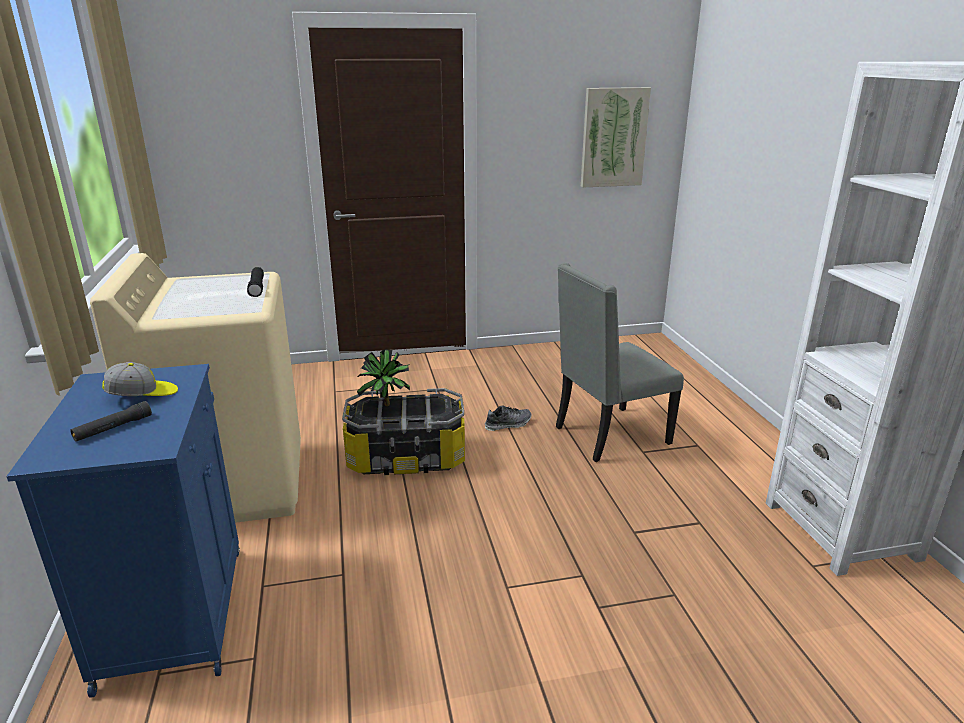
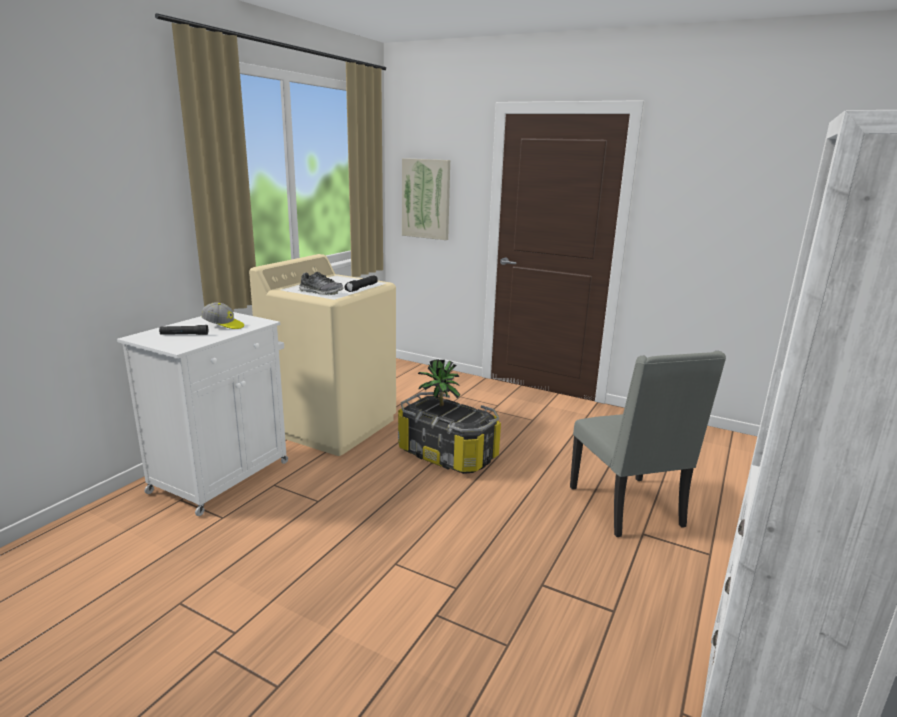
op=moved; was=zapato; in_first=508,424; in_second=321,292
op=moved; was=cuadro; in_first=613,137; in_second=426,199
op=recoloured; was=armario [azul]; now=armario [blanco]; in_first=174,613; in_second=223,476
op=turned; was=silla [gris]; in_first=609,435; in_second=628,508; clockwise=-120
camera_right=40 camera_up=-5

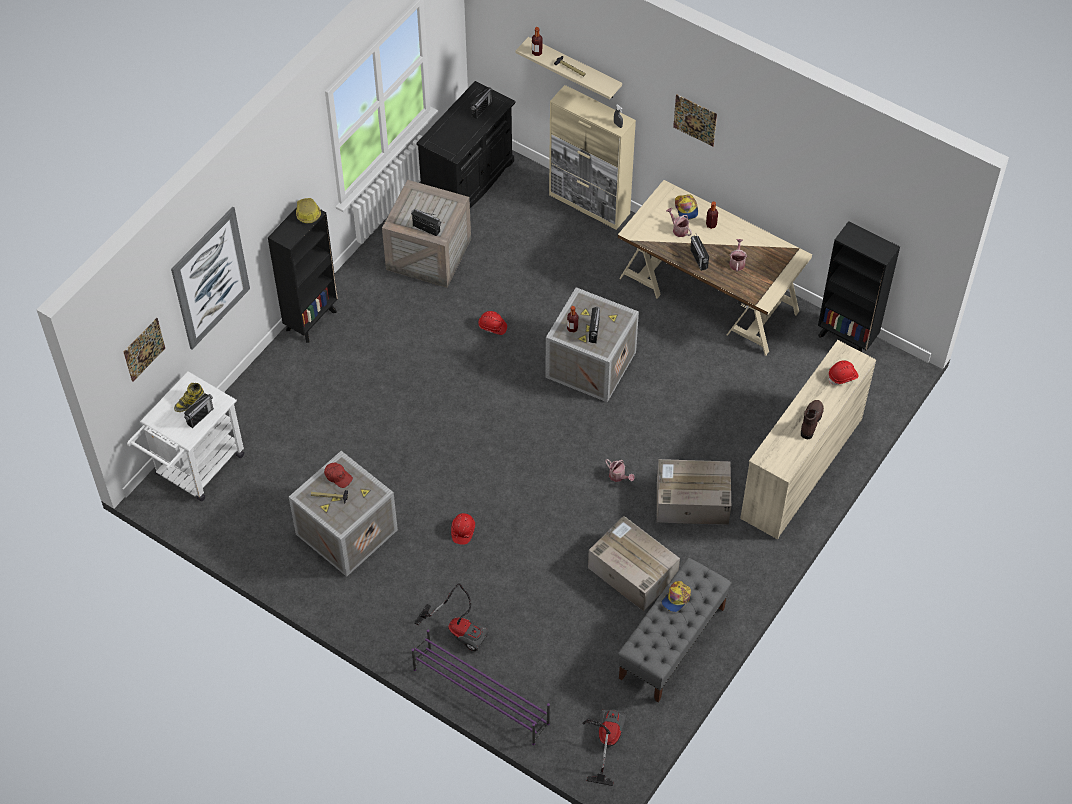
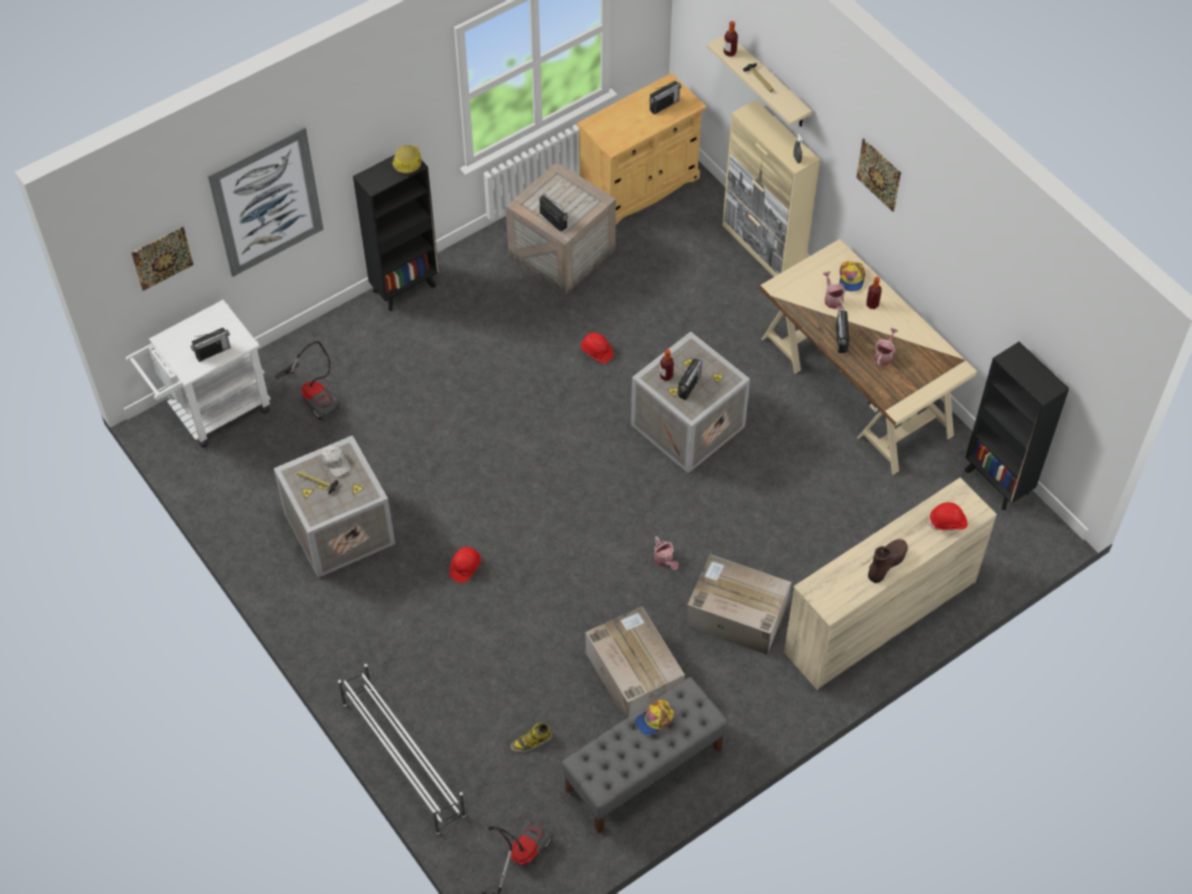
op=moved; was=bota; in_first=189,401; in_second=531,742
op=moved; was=aspiradora; in_first=459,630; in_second=315,395
op=recoloured; was=gorra [rojo]; now=gorra [blanco]; in_first=338,476; in_second=336,463
op=recoloured; was=zapatero [morado]; now=zapatero [blanco]; in_first=480,696; in_second=403,758
op=recoloured; was=armario [negro]; now=armario [beis]; in_first=468,182; in_second=639,187
camera_right=20 camera_up=0

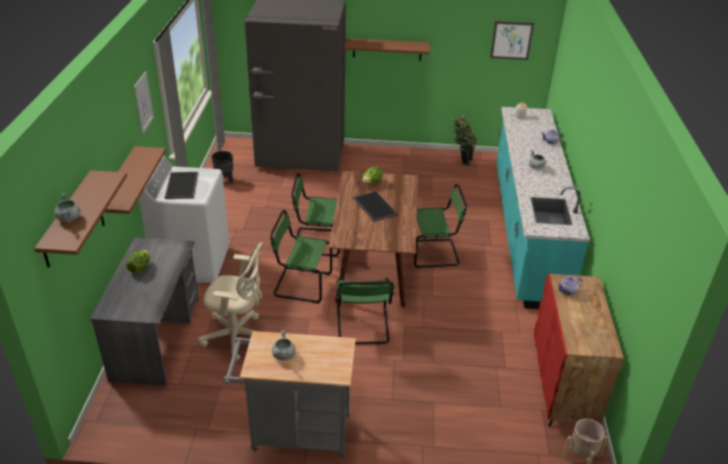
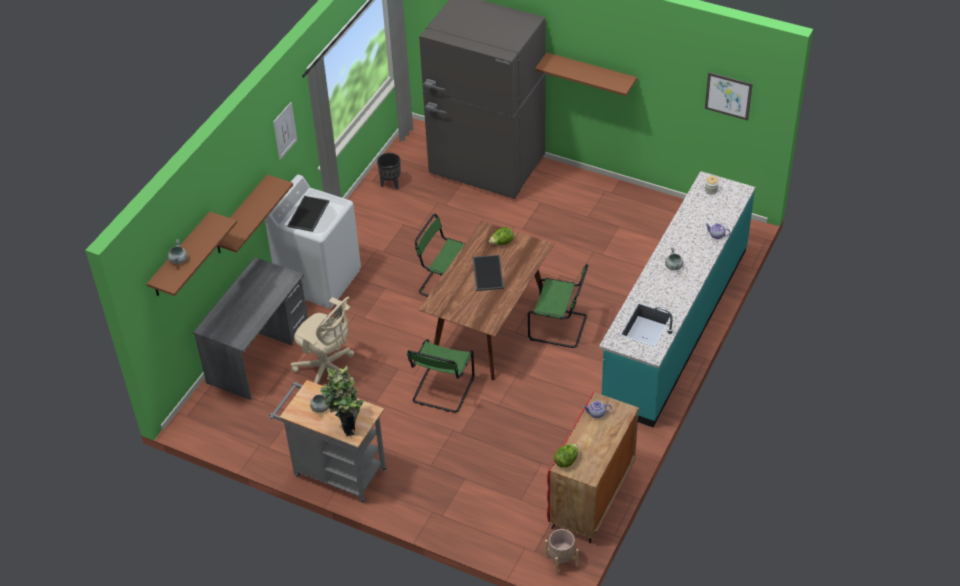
op=removed; was=silla [verde]; in_first=300,284
op=moved; was=lechuga; in_first=140,268; in_second=566,461
op=moved; was=planta en maceta; in_first=461,161; in_second=346,424
camera_right=25 camera_up=10

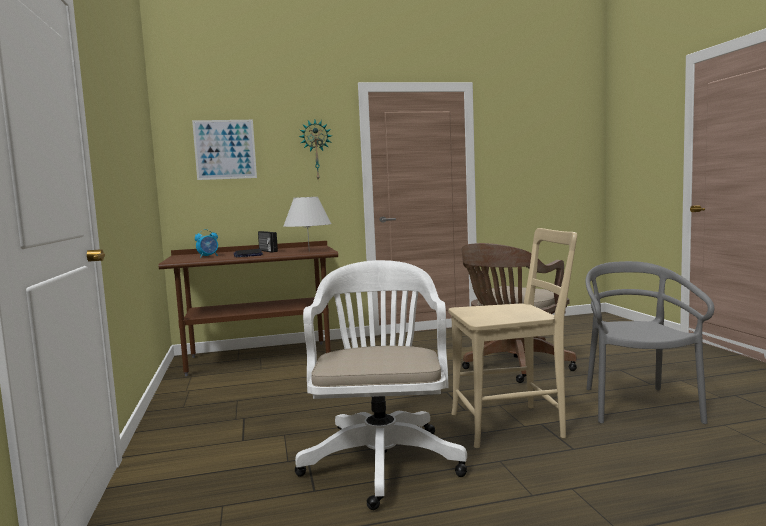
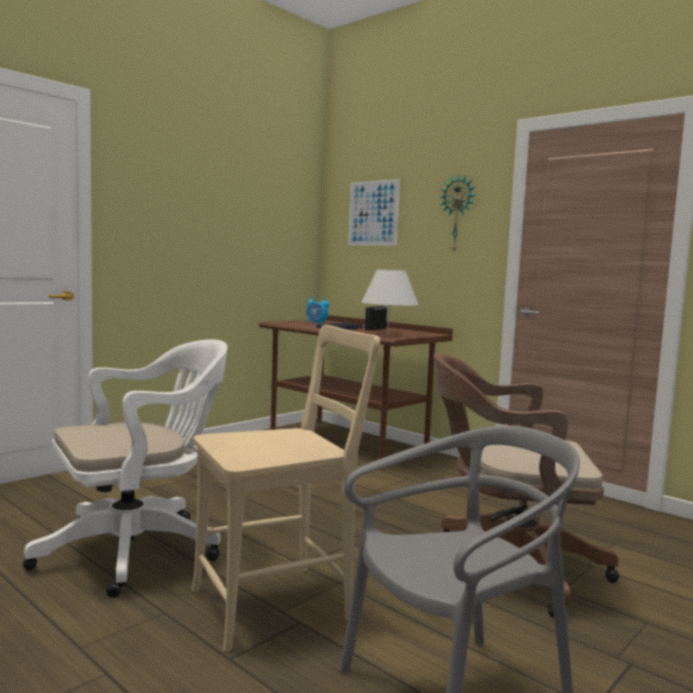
op=turned; was=silla [beis]; in_first=512,425; in_second=279,603; clockwise=-75
camera_right=55 camera_up=0

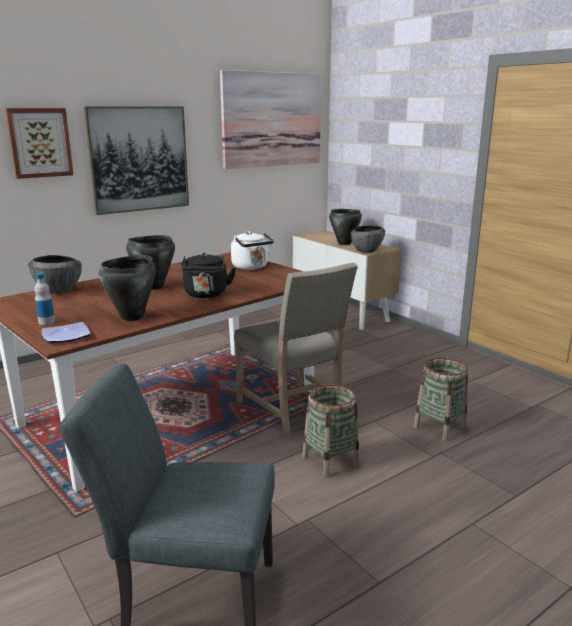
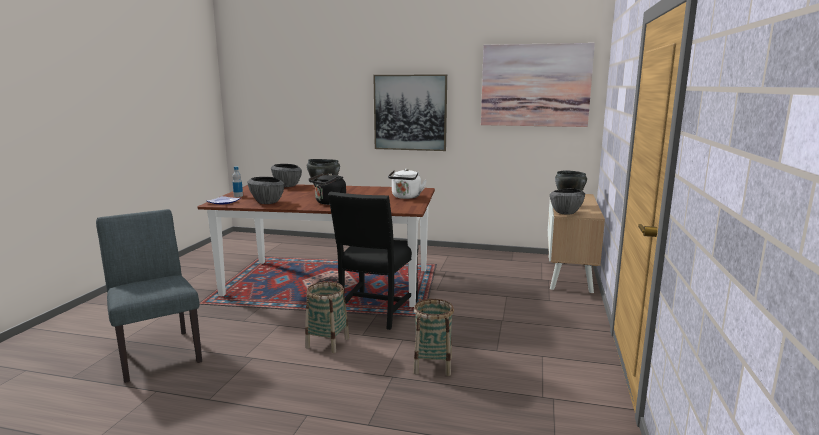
op=removed; was=cuadro; in_first=39,142
op=replaced; was=olla [negro]; now=cuenco; in_first=132,317; in_second=267,203
op=recoloured; was=silla [beis]; now=silla [negro]; in_first=293,411; in_second=375,311
camera_right=50 camera_up=-5

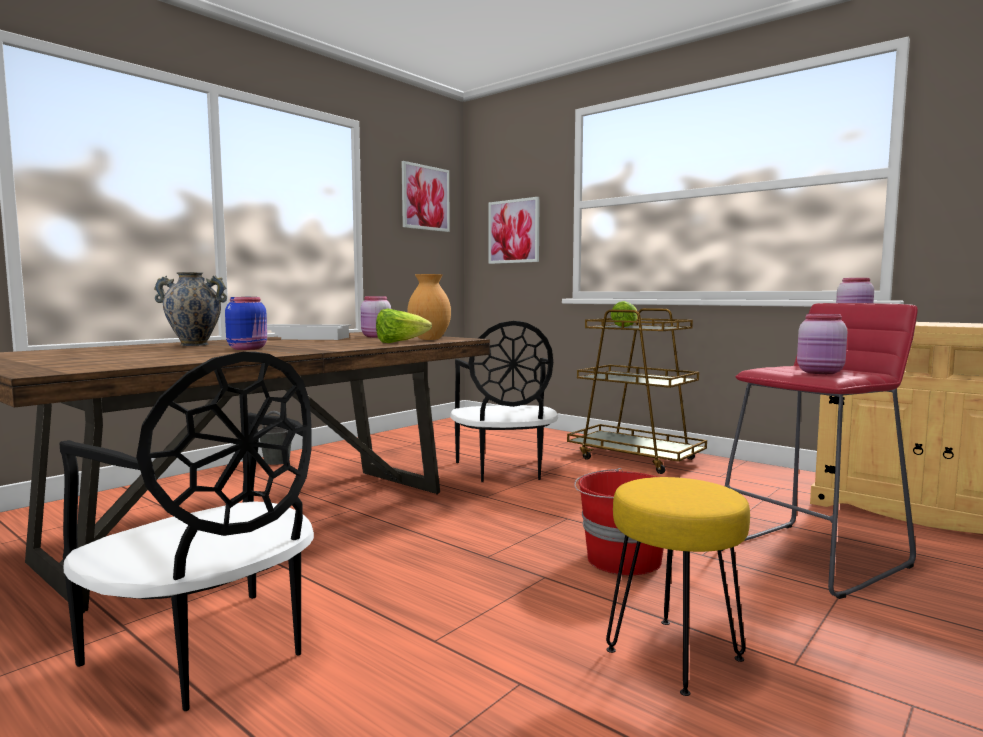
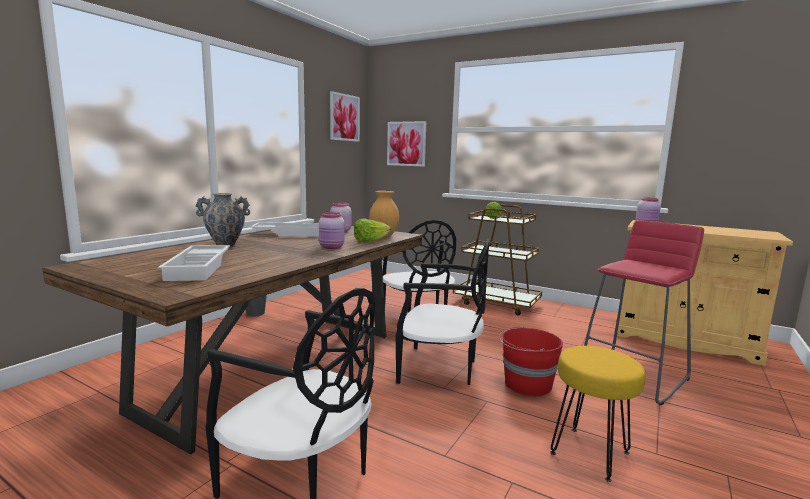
op=removed; was=tarro [azul]; in_first=248,348
op=added; now=bandeja [blanco]; in_second=200,268
op=added; now=silla [negro]; in_second=440,368
op=moved; was=tarro [rosa]; in_first=821,372; in_second=332,247
camera_right=-10 camera_up=5

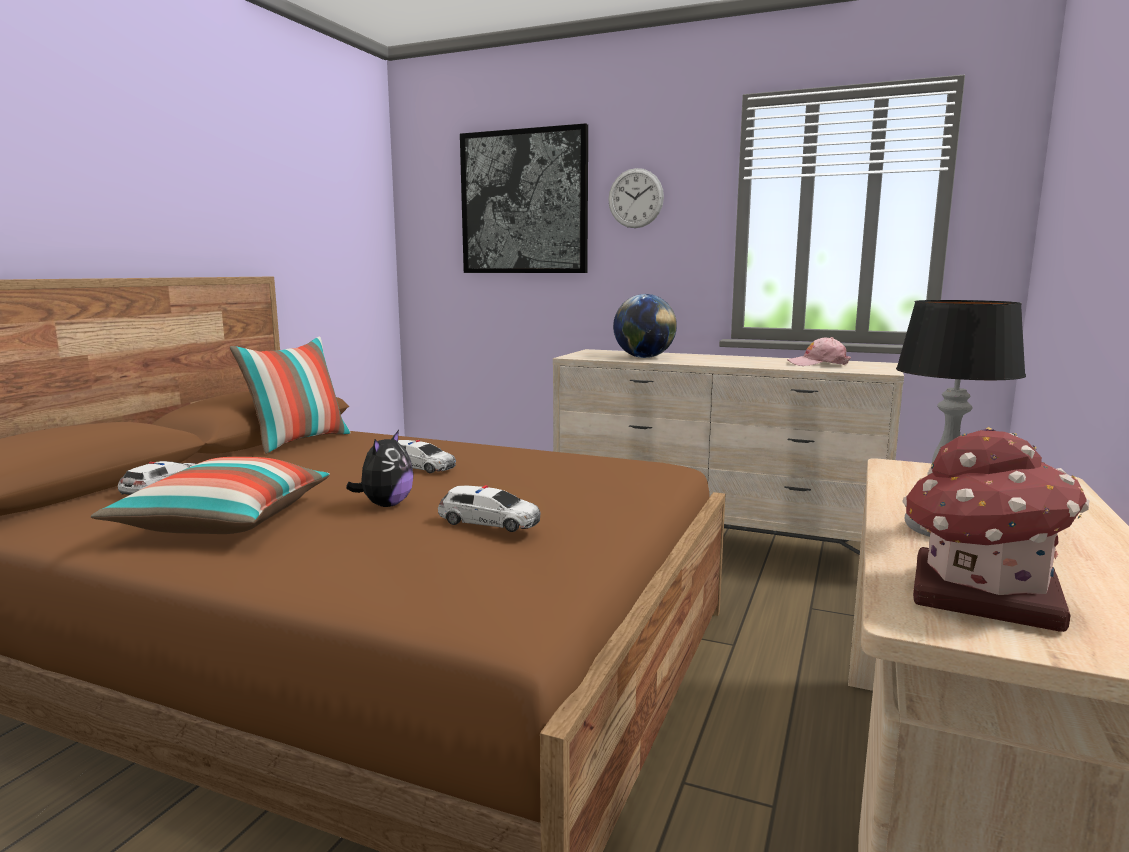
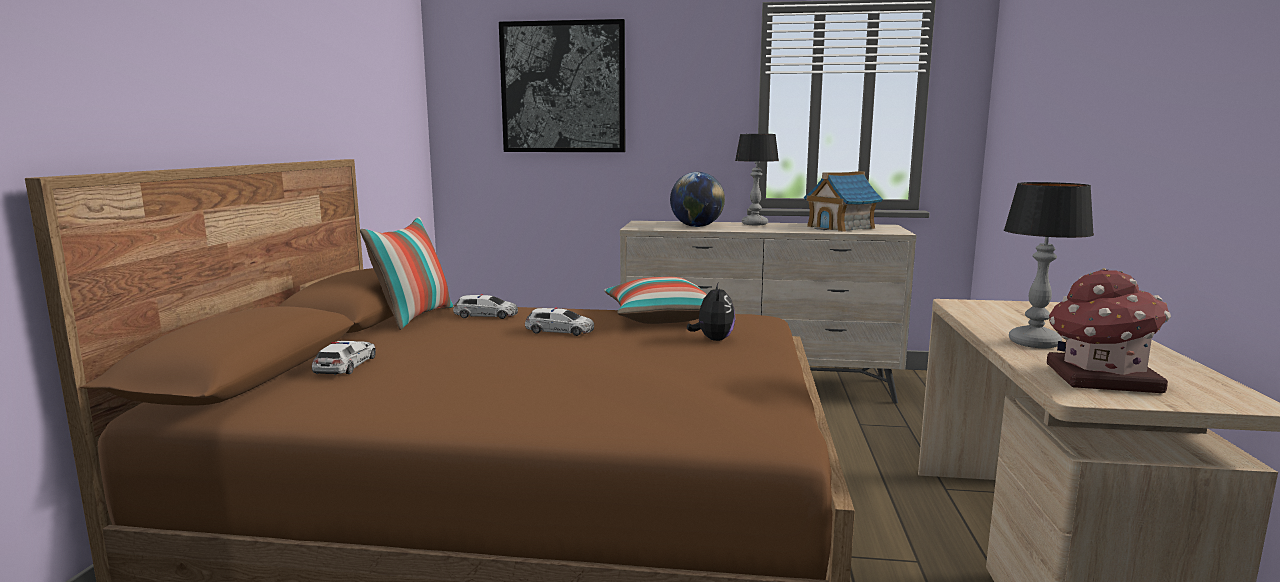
op=removed; was=reloj de pared; in_first=635,198
op=added; now=lámpara de mesa; in_second=755,224
op=moved; was=cojín; in_first=224,521; in_second=660,318
op=moved; was=peluche; in_first=385,505; in_second=713,339
op=moved; was=coche de juguete; in_first=490,521; in_second=486,315
op=replaced; was=gorra [rosa]; now=casita; in_first=818,364; in_second=841,227
camera_right=-15 camera_up=0

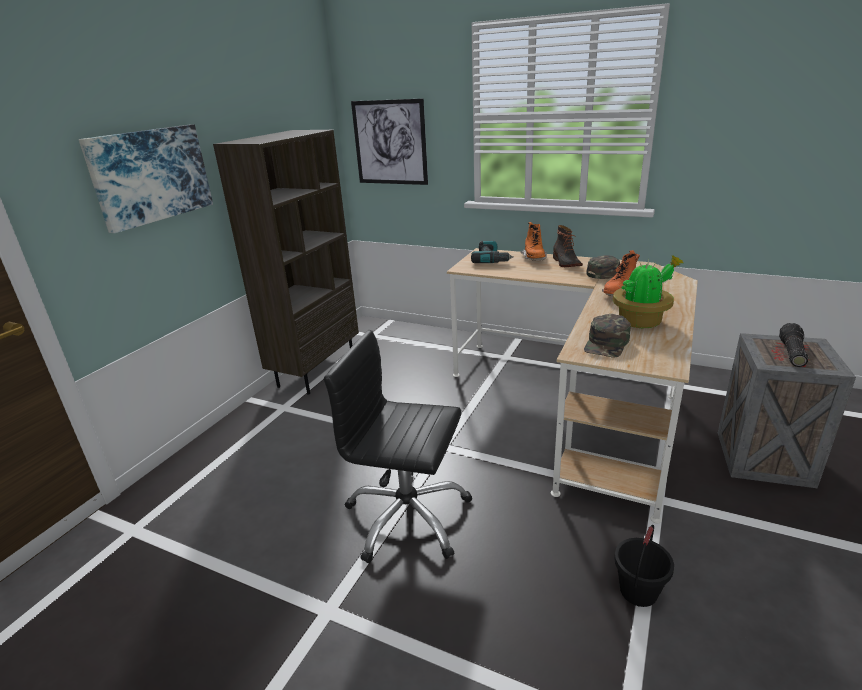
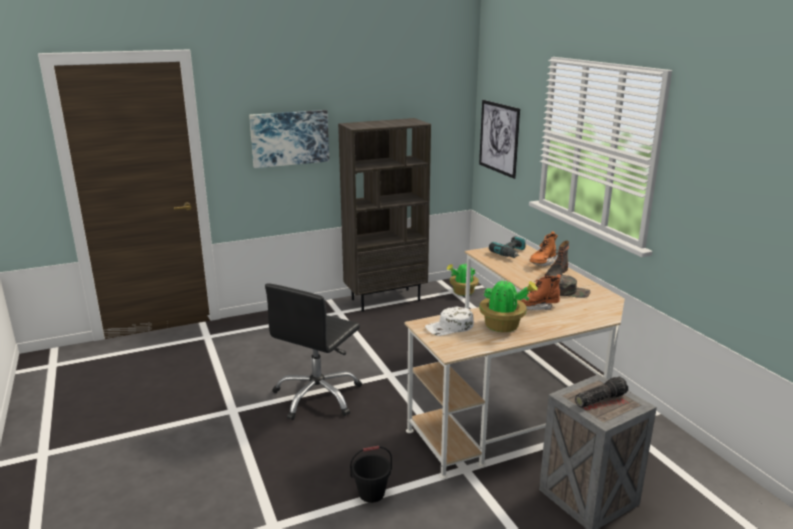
op=added; now=planta en maceta; in_second=462,292
op=recoloured; was=gorra [verde]; now=gorra [blanco]; in_first=607,343; in_second=449,327
op=turned; was=silla de oficina [negro]; in_first=407,517; in_second=318,396; clockwise=-120
camera_right=40 camera_up=-5

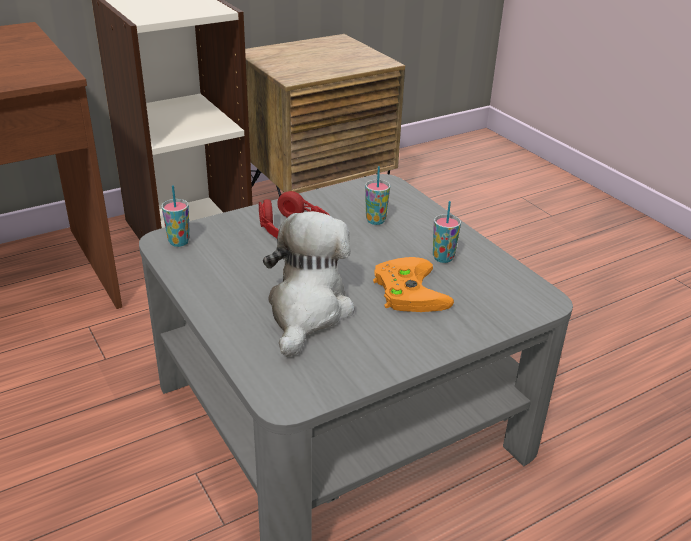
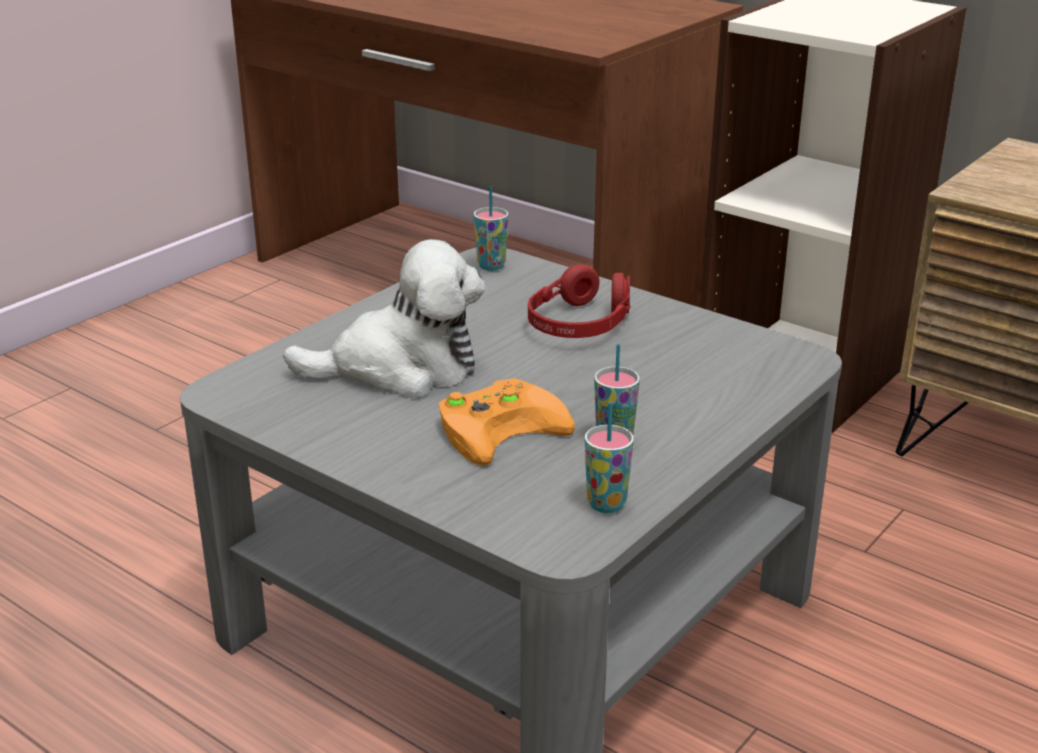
op=moved; was=taza; in_first=375,220; in_second=606,504
camera_right=70 camera_up=-5

